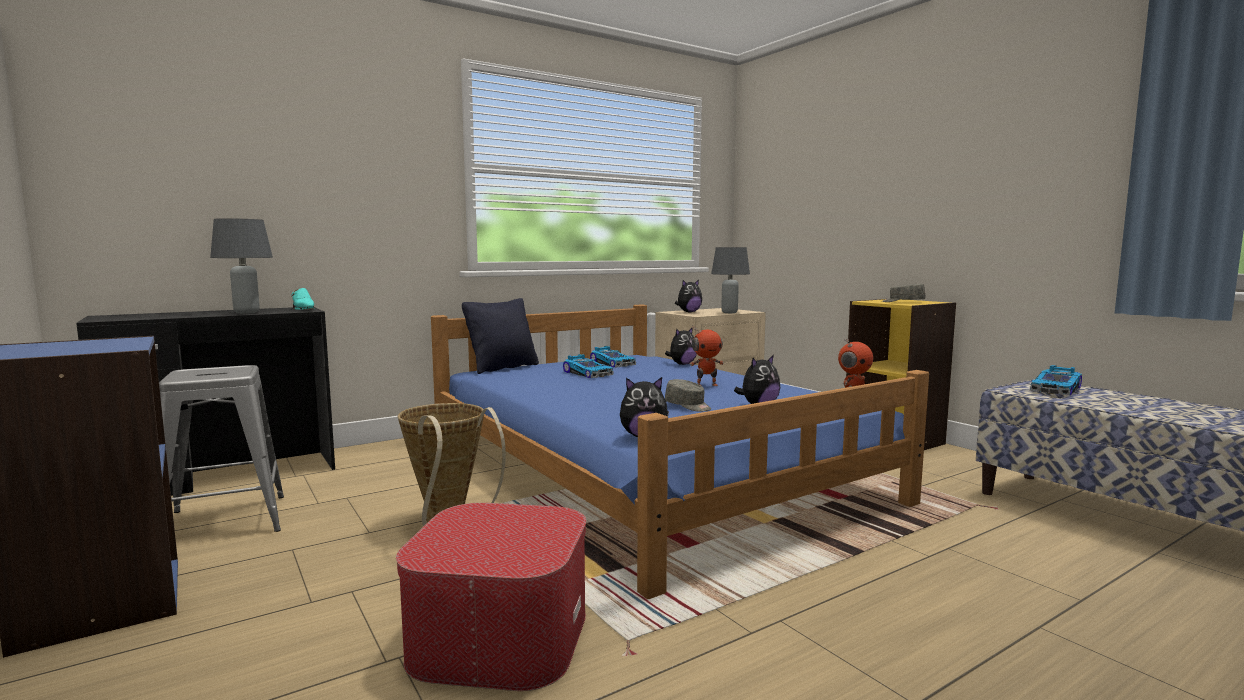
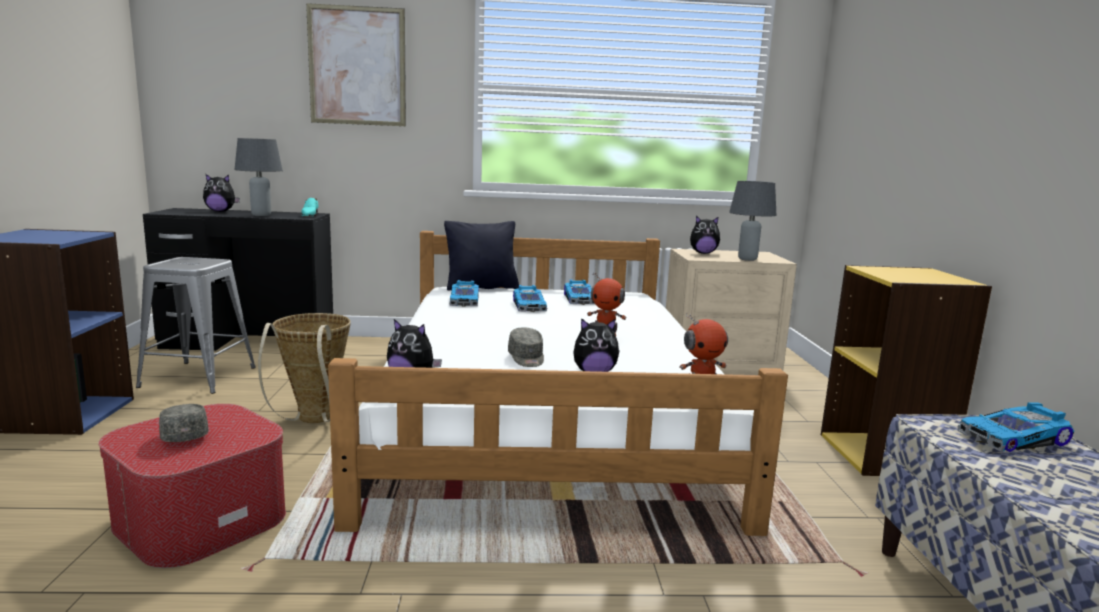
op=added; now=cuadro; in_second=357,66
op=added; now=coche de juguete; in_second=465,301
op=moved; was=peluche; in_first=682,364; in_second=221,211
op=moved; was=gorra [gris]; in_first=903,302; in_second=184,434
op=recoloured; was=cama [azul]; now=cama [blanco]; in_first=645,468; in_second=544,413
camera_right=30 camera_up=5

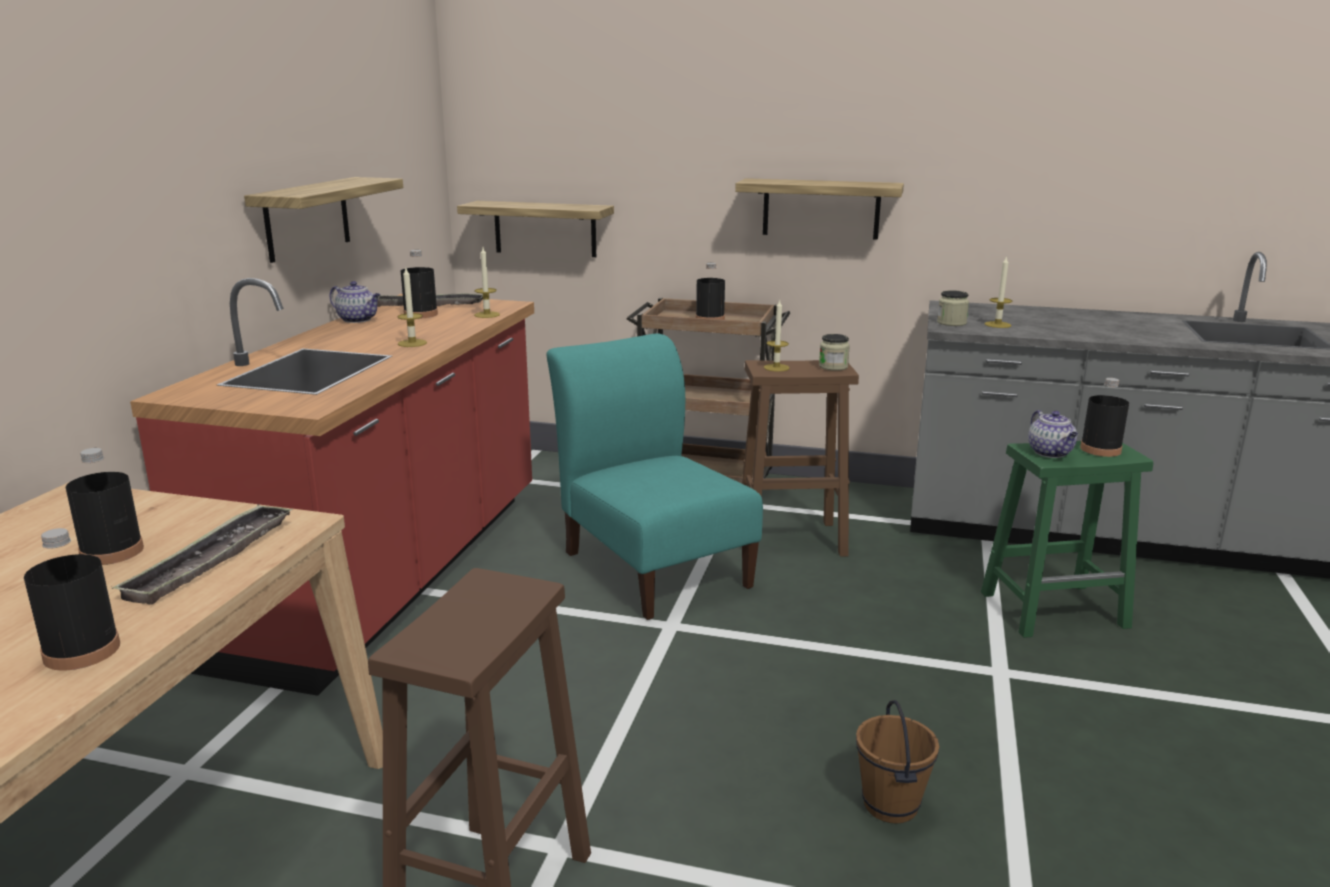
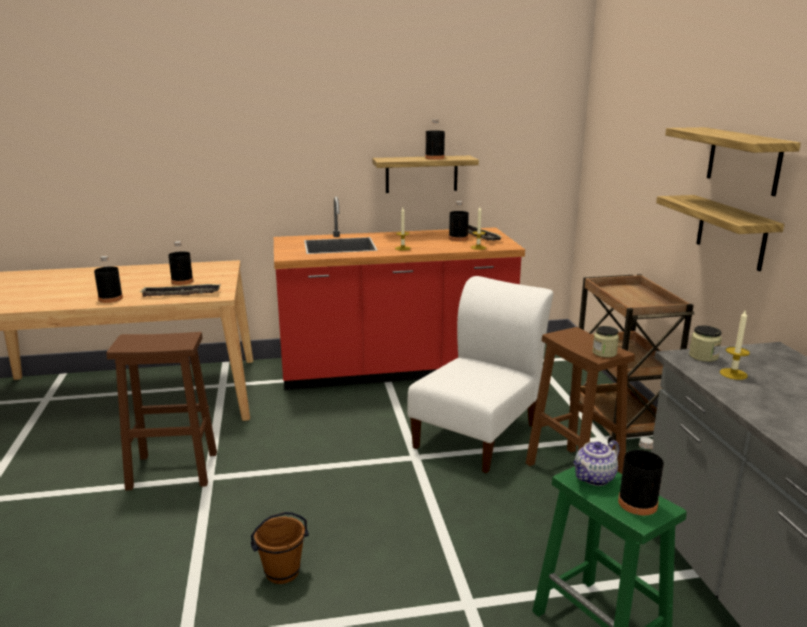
op=removed; was=tetera; in_first=358,320
op=removed; was=vela; in_first=776,367
op=moved; was=estante; in_first=545,229; in_second=743,160
op=moved; was=botella [negro]; in_first=710,319; in_second=434,158
op=recoloured; was=silla [turquesa]; now=silla [blanco]; in_first=653,566; in_second=479,433
camera_right=65 camera_up=0

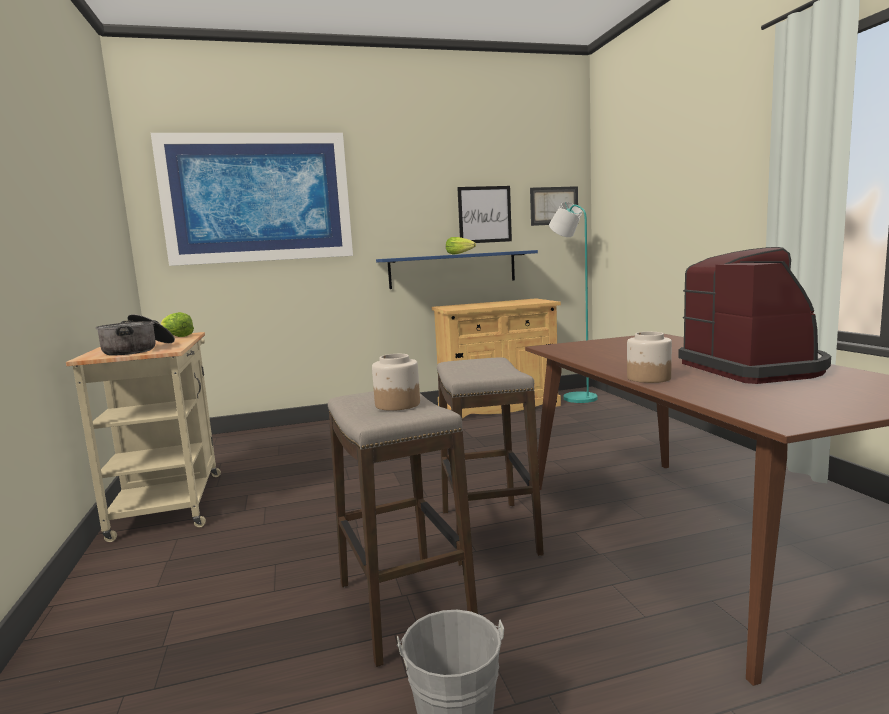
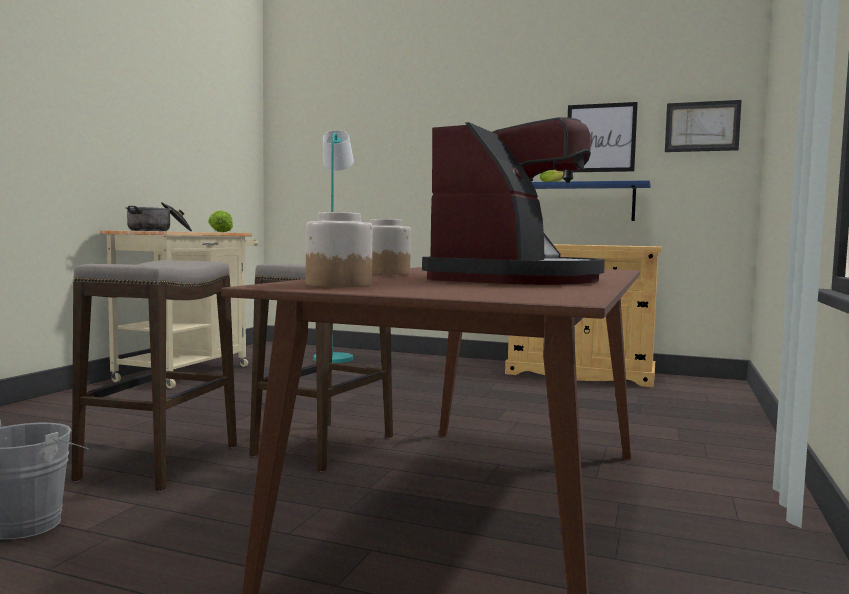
op=removed; was=cuadro; in_first=258,198
op=moved; was=tarro; in_first=397,404; in_second=338,285
op=moved; was=lámpara de pie [turquesa]; in_first=575,397; in_second=334,357
camera_right=35 camera_up=-5

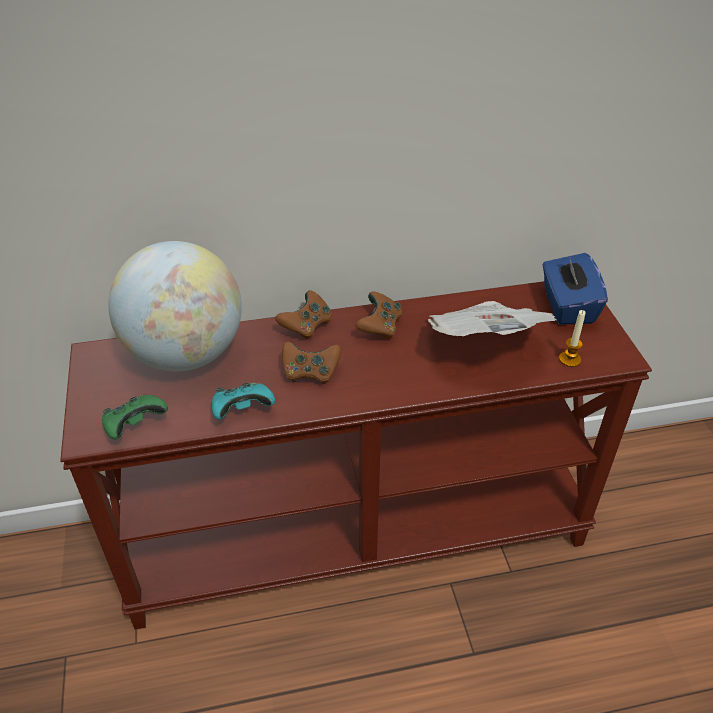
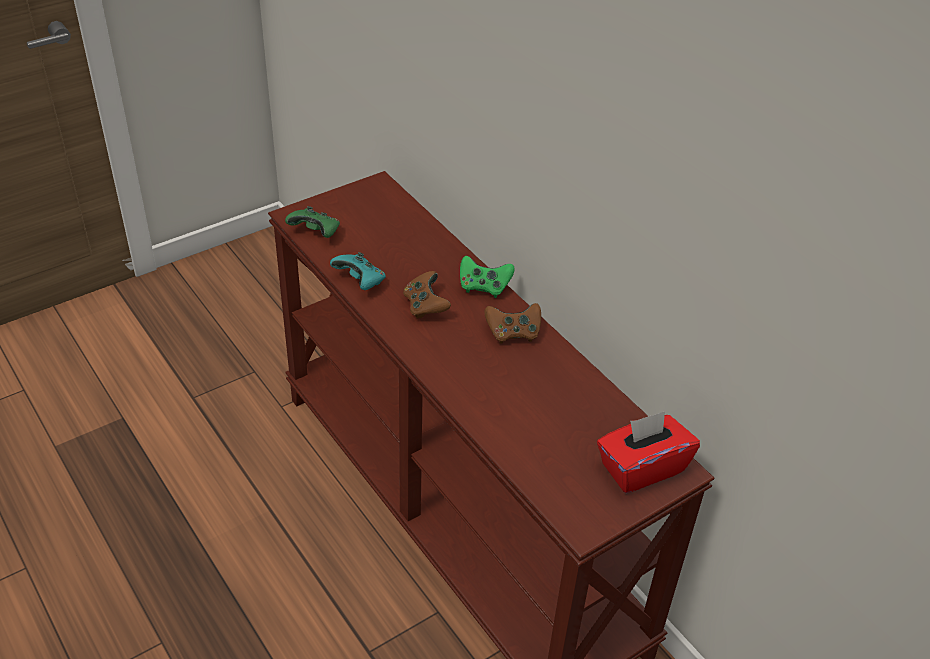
op=removed; was=globo terráqueo; in_first=186,354
op=removed; was=periódico; in_first=485,343
op=removed; was=vela; in_first=569,359
op=recoloured; was=mando de consola [marrón]; now=mando de consola [verde]; in_first=306,326; in_second=483,287
op=recoloured; was=caja de pañuelos [azul]; now=caja de pañuelos [rojo]; in_first=567,306; in_second=641,468
camera_right=65 camera_up=0

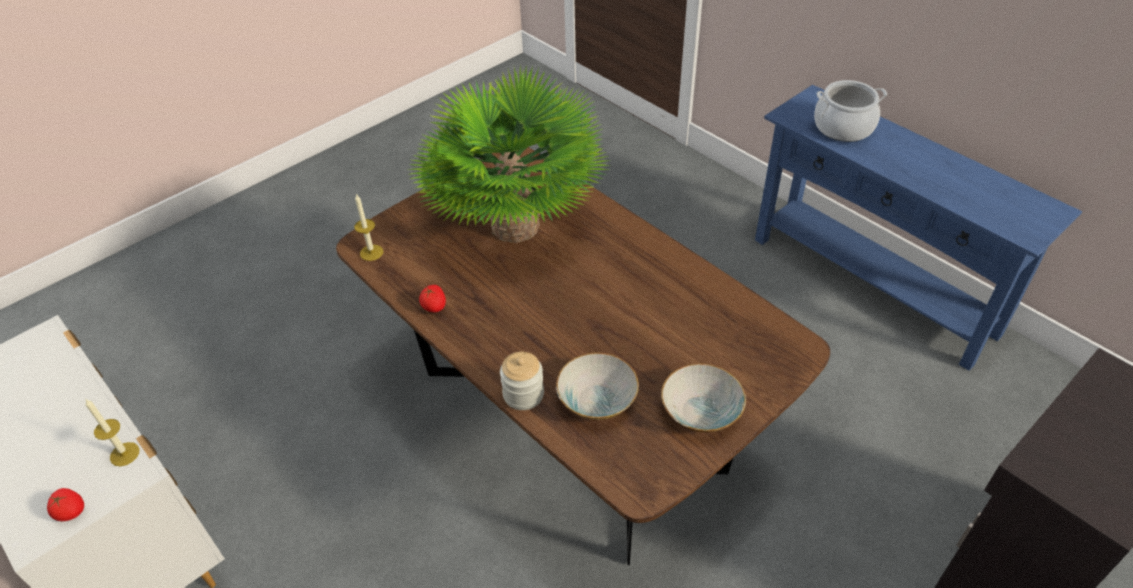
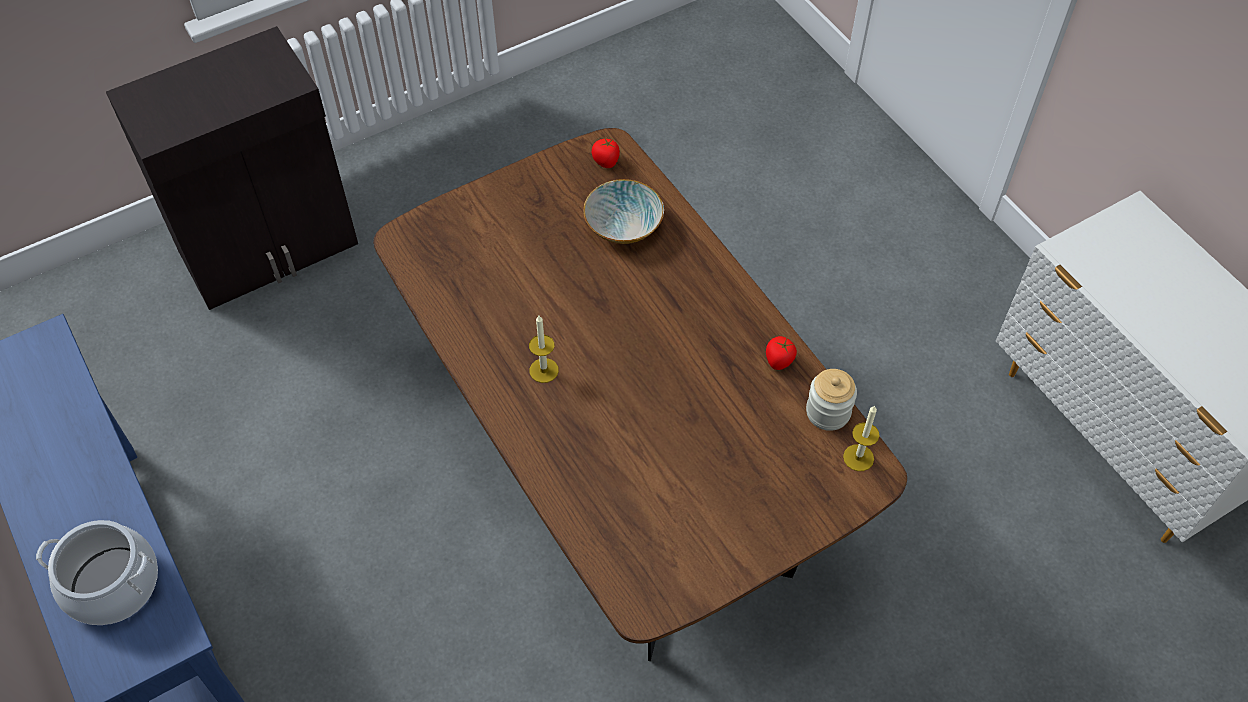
op=removed; was=planta en maceta; in_first=514,226
op=removed; was=cuenco; in_first=700,412
op=moved; was=tomate; in_first=71,512; in_second=606,161
op=moved; was=vela; in_first=124,454; in_second=544,370
op=moved; was=tarro; in_first=523,394; in_second=828,412
camera_right=-170 camera_up=10

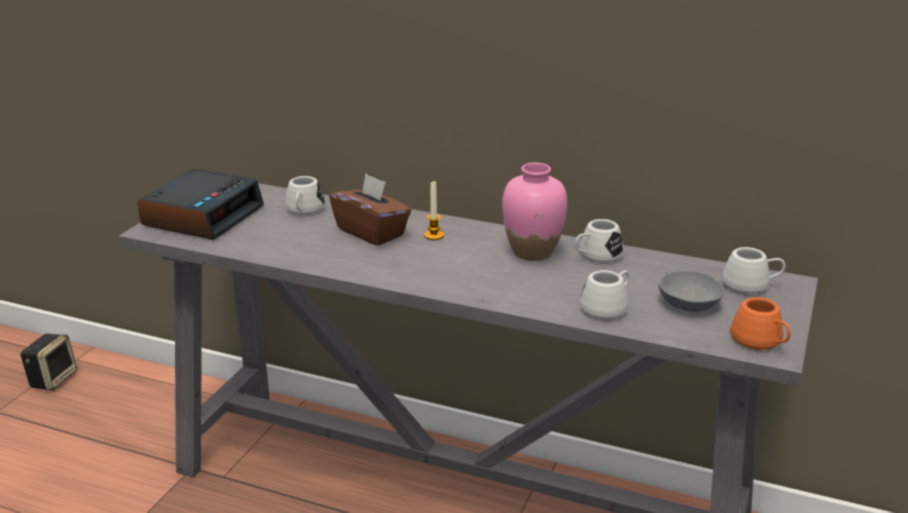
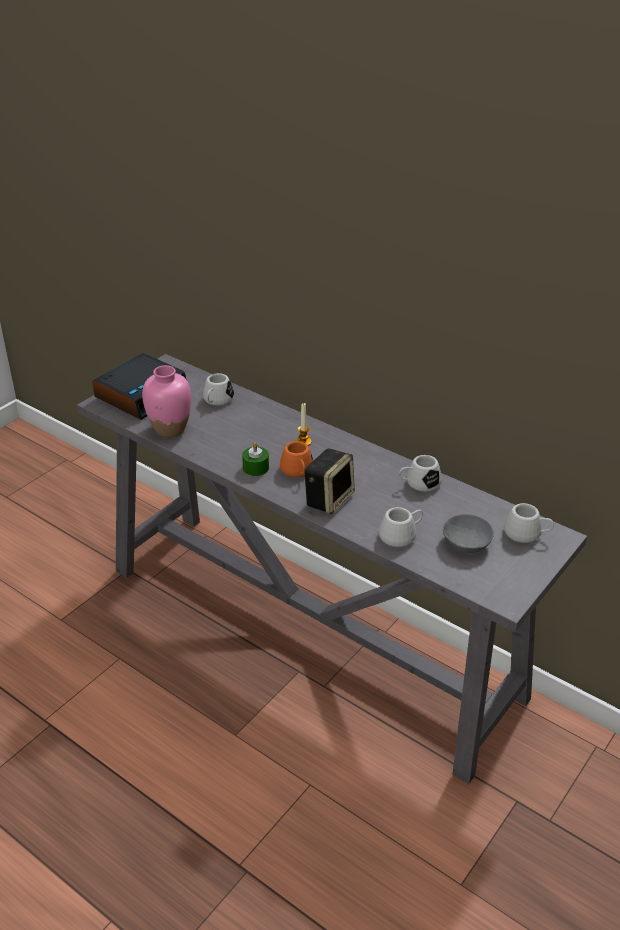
op=removed; was=caja de pañuelos [marrón]; in_first=371,232
op=added; now=vela [verde]; in_second=255,468
op=moved; was=altavoz; in_first=53,379; in_second=329,498
op=moved; was=florero [rosa]; in_first=532,252; in_second=170,429
op=moved; was=taza grande [naranja]; in_first=760,342; in_second=298,471
camera_right=15 camera_up=10

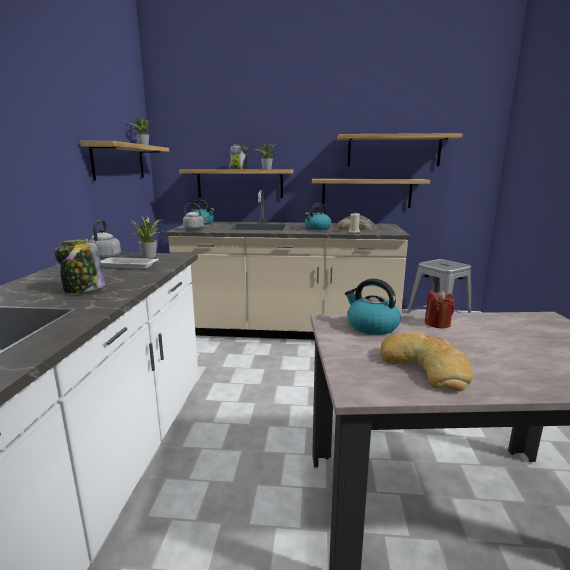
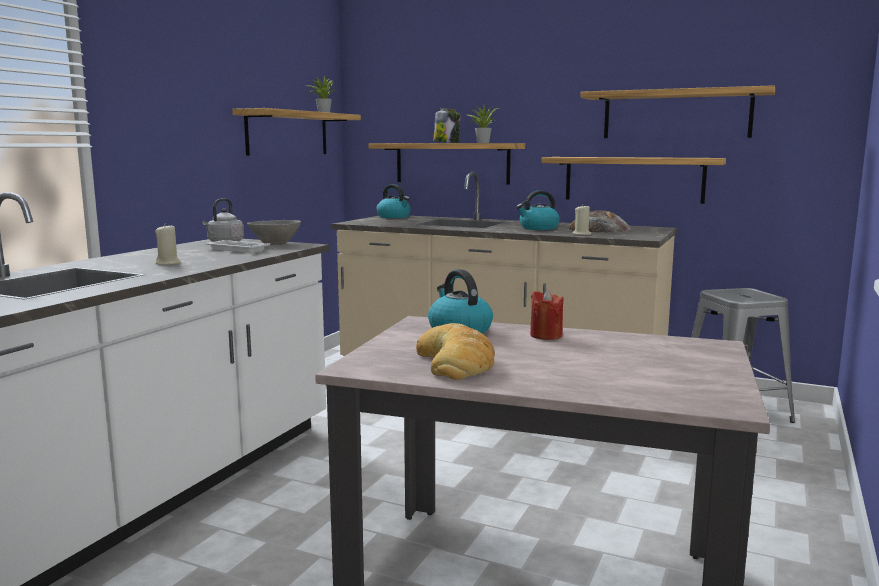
op=removed; was=hervidor [gris]; in_first=195,229
op=replaced; was=tarro; now=vela [beis]; in_first=83,290; in_second=168,263
op=replaced; was=planta en maceta; now=cuenco [gris]; in_first=151,256; in_second=275,243
camera_right=20 camera_up=-5

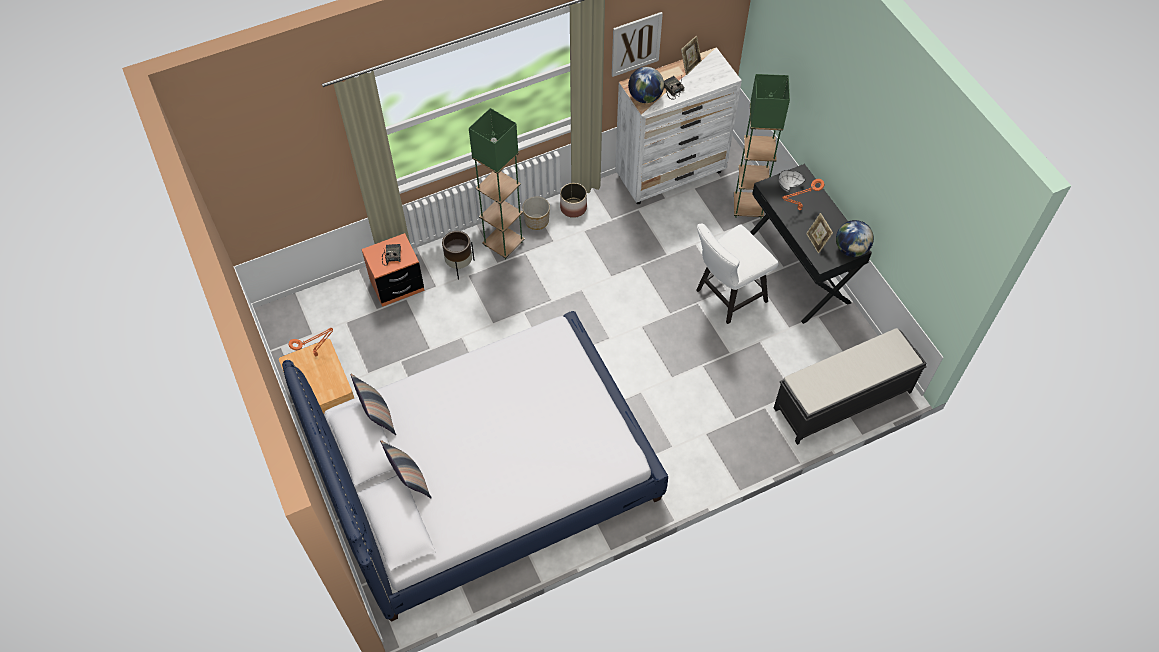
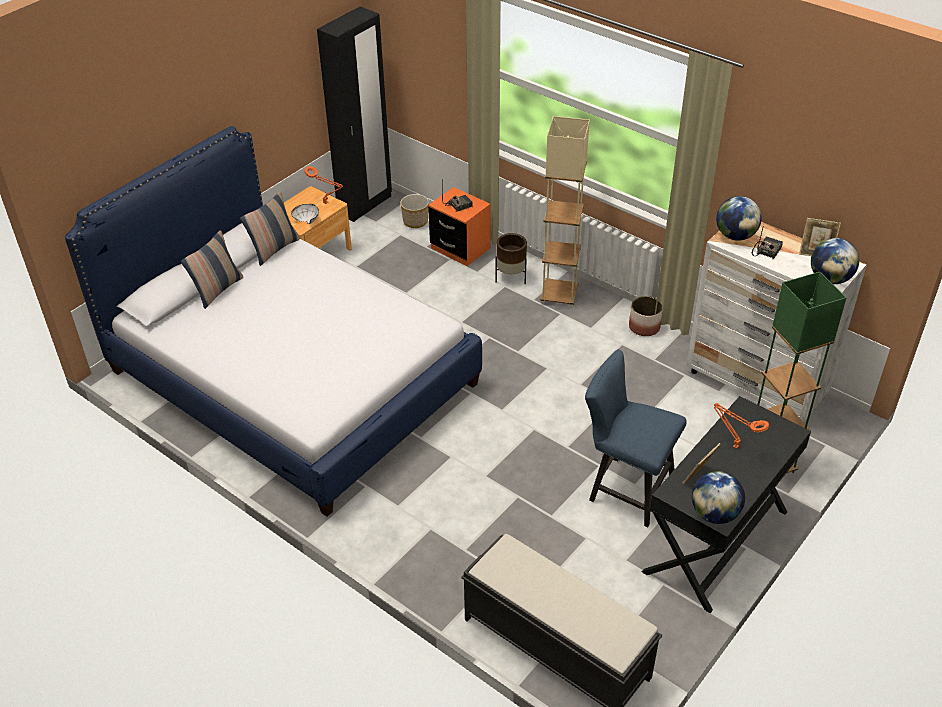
op=removed; was=cuadro; in_first=636,44
op=added; now=armario ropero [negro]; in_second=365,205
op=added; now=globo terráqueo; in_second=830,279
op=moved; was=maceta; in_first=537,221; in_second=416,221
op=moved; was=cuenco [blanco]; in_first=787,185; in_second=307,220
op=recoloured; was=lámpara de pie [verde]; now=lámpara de pie [beis]; in_first=503,244; in_second=559,296
op=recoloured; was=silla [blanco]; now=silla [azul]; in_first=726,297; in_second=625,488
camera_right=65 camera_up=-15

